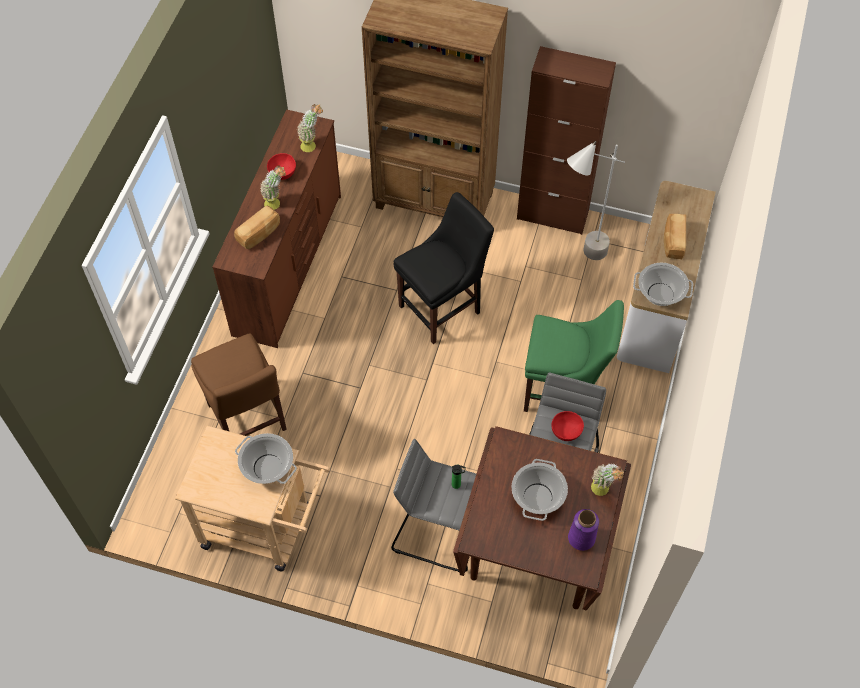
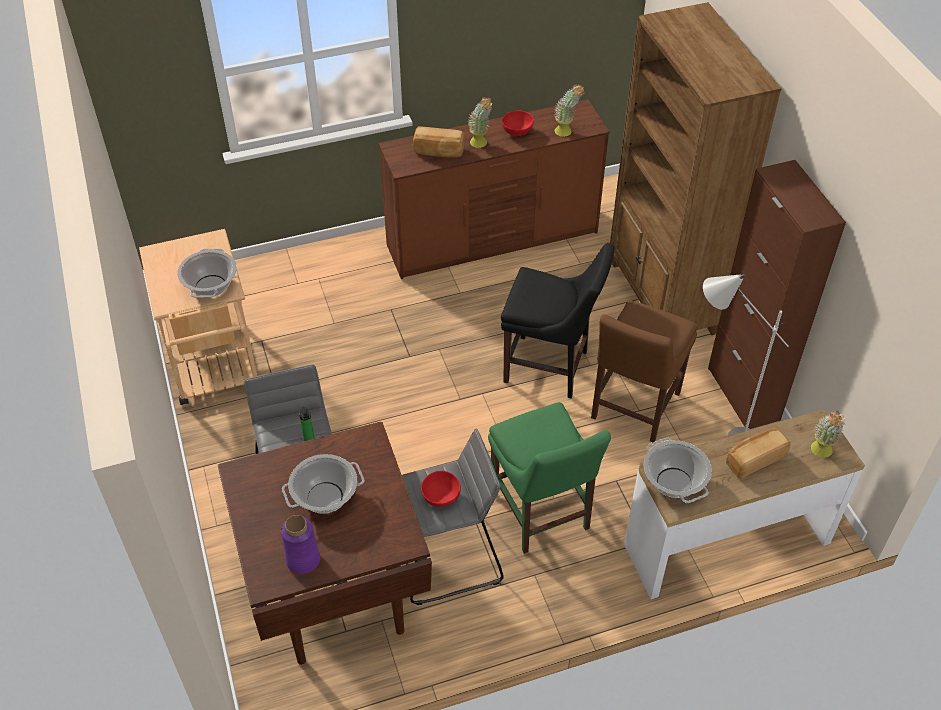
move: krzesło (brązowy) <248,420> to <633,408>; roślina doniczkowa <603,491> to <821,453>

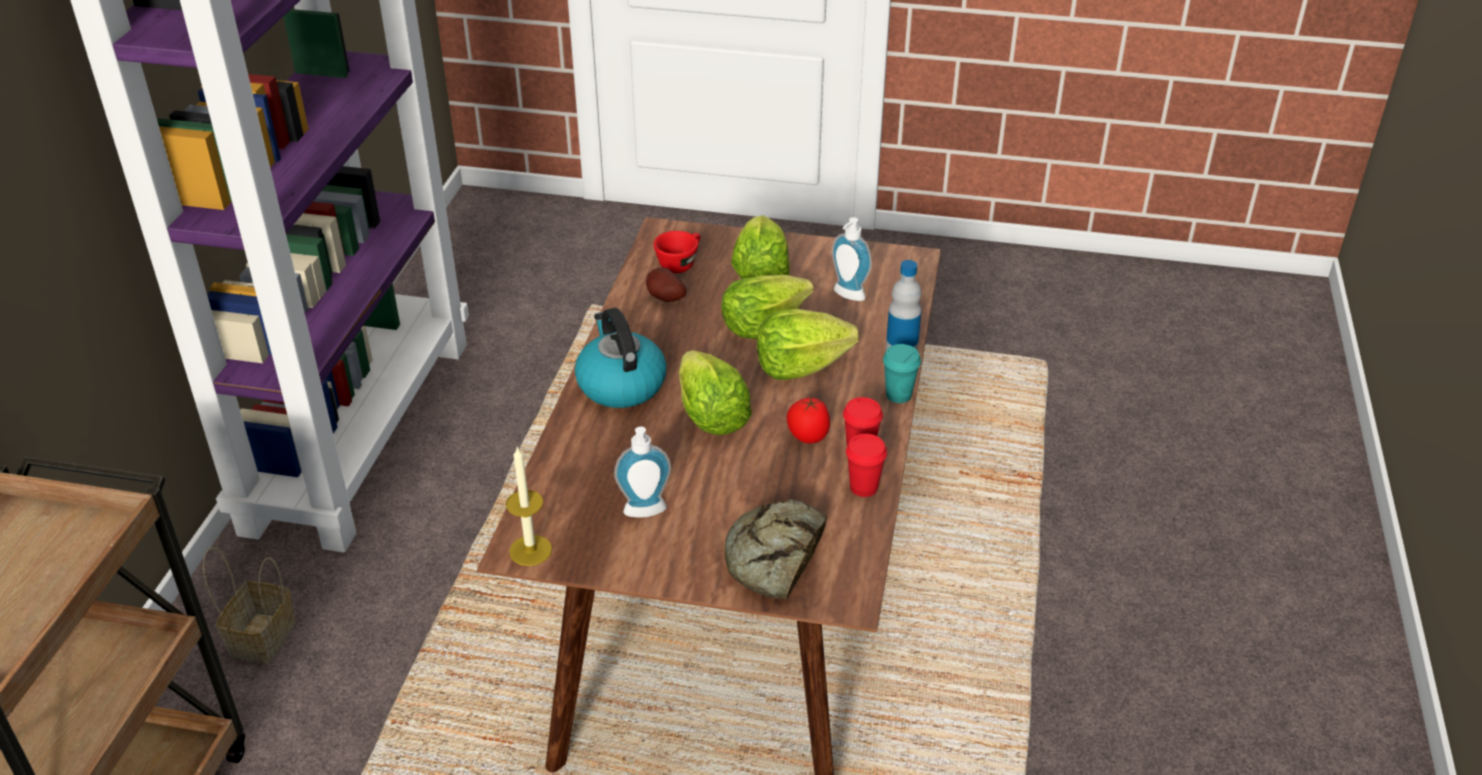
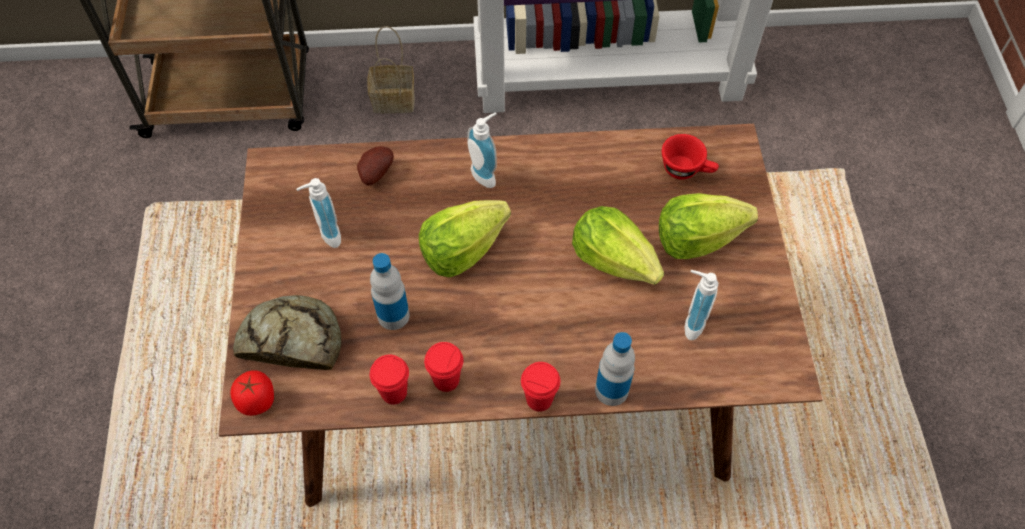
delete: świeca <530,550>; sałata <800,367>
insert: butelka <393,315>
move: ziemniak <664,299> to <375,173>; pomidor <808,437> to <258,401>
replace: czajnik <620,384> to dozownik mydła <486,174>
recolor: filiżanka (turkusowy) <898,395> to filiżanka (czerwony) <539,399>

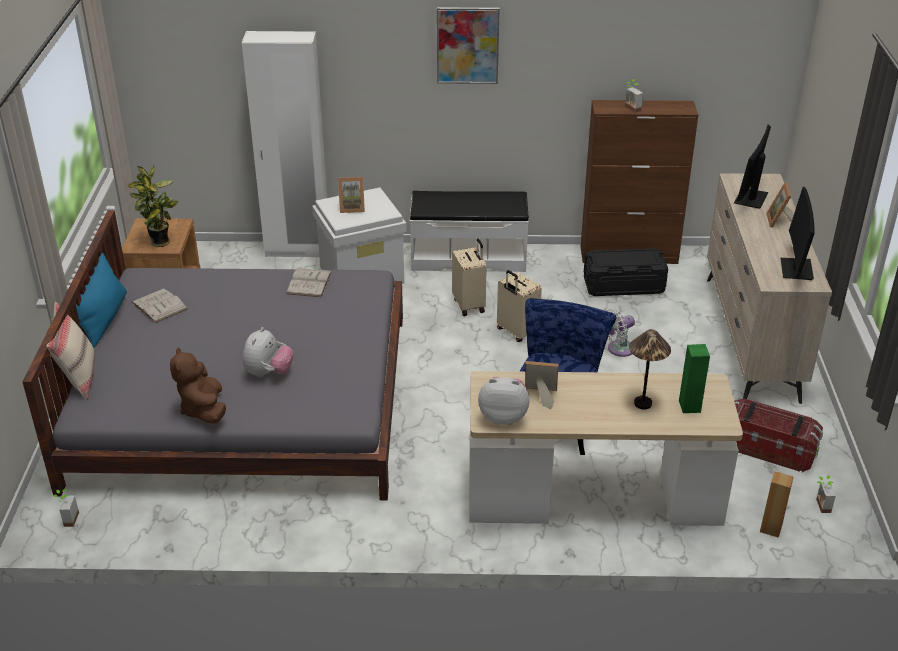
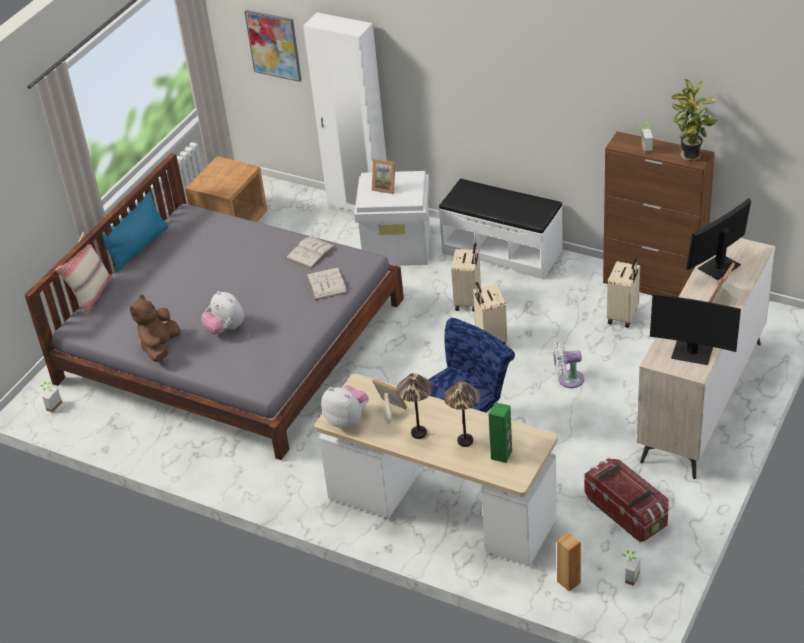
insert: lampa stołowa <419,433>
move: roślina doniczkowa <161,243> to <691,157>; książka (biały) <159,305> to <327,284>; obraz <467,45> to <274,45>
replace: pojemnik do przechowywania (czarny) <624,285> to walizka (beżowy) <623,316>
rotate: pluszak <268,373> = <225,328> 90 degrees clockwise; monitor <796,269> = <692,353> 105 degrees counterclockwise

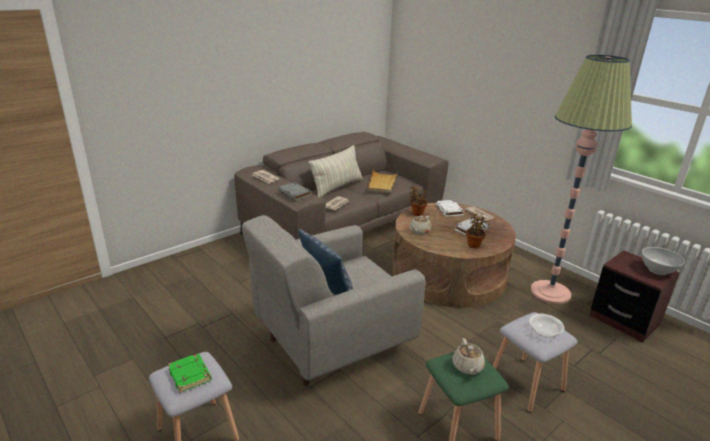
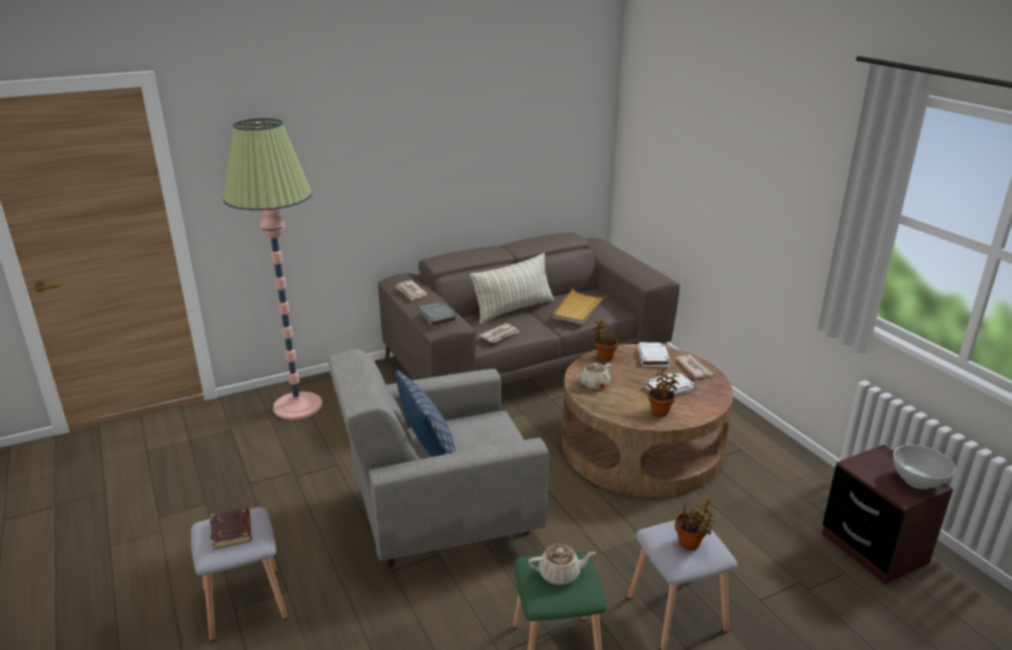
move: lampa stojąca <550,292> to <297,406>
replace: miska <544,332> to roślina doniczkowa <691,544>
recolor: książka (zielony) <190,375> to książka (brązowy) <232,532>
rotate: imbryk (beżowy) <467,367> = <560,574> 105 degrees counterclockwise

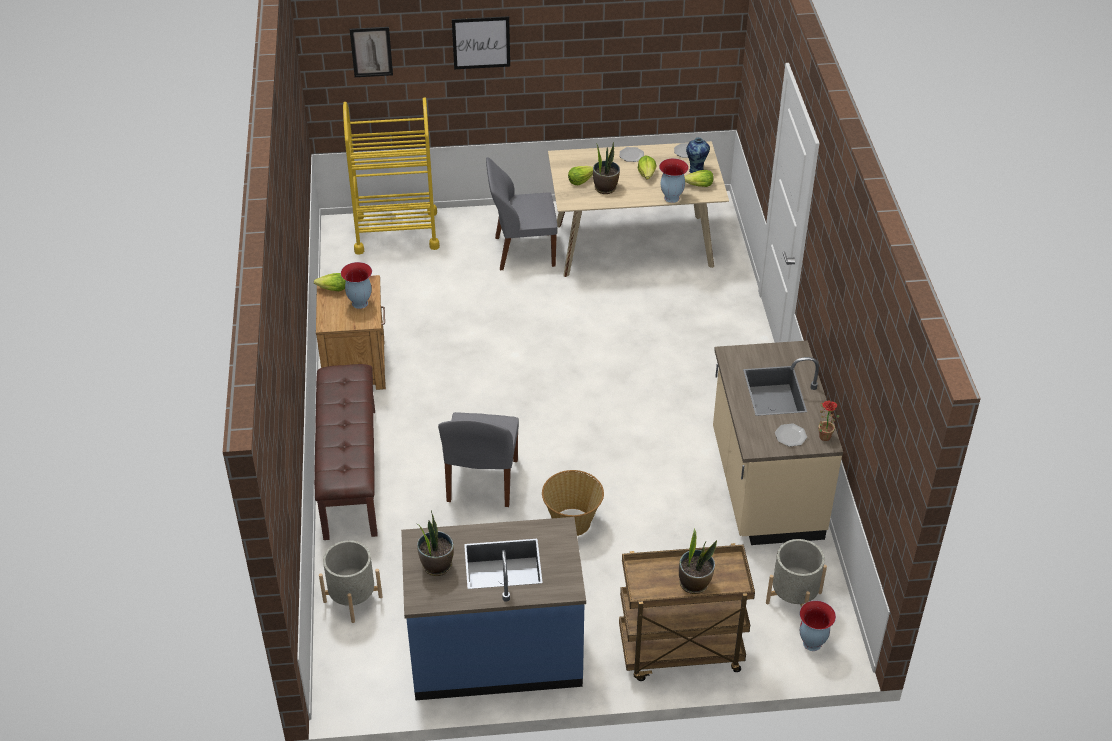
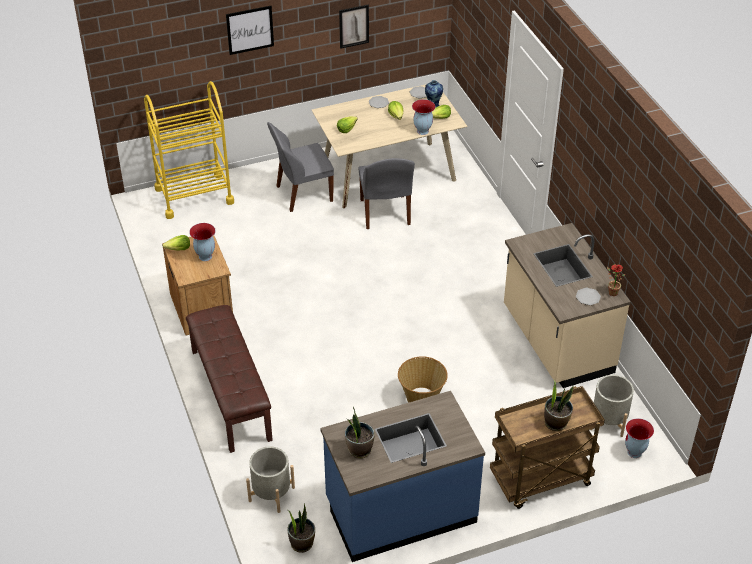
move: obraz <371,51> to <354,26>; krzesło (szary) <481,482> to <385,213>; roślina doniczkowa <605,188> to <302,543>

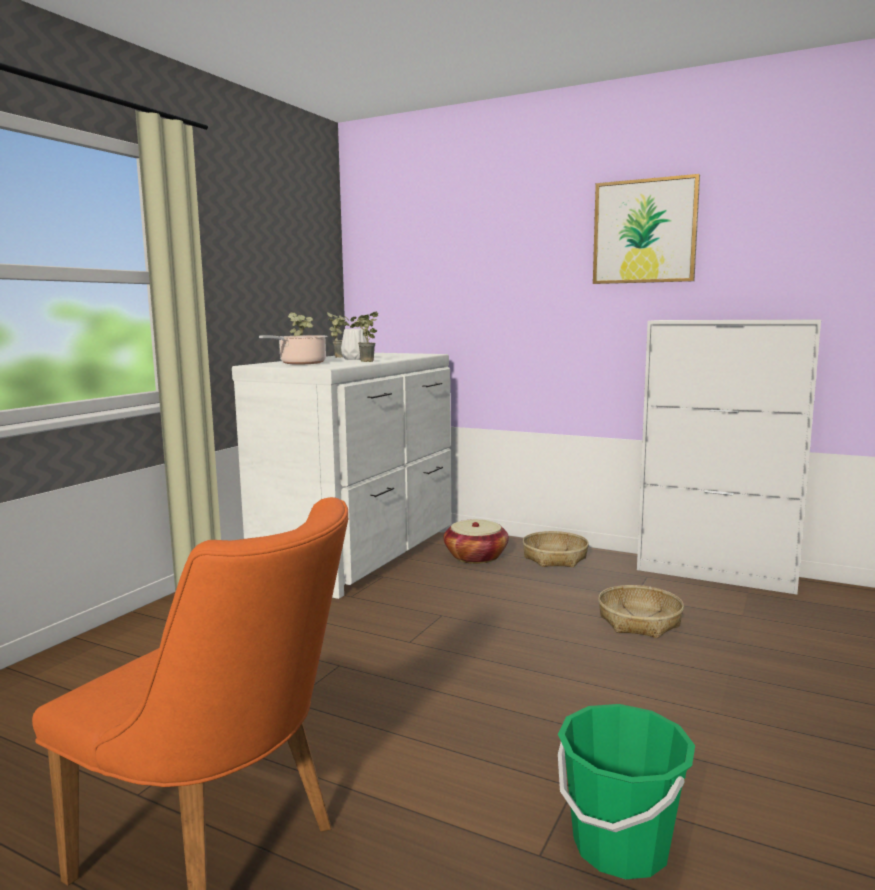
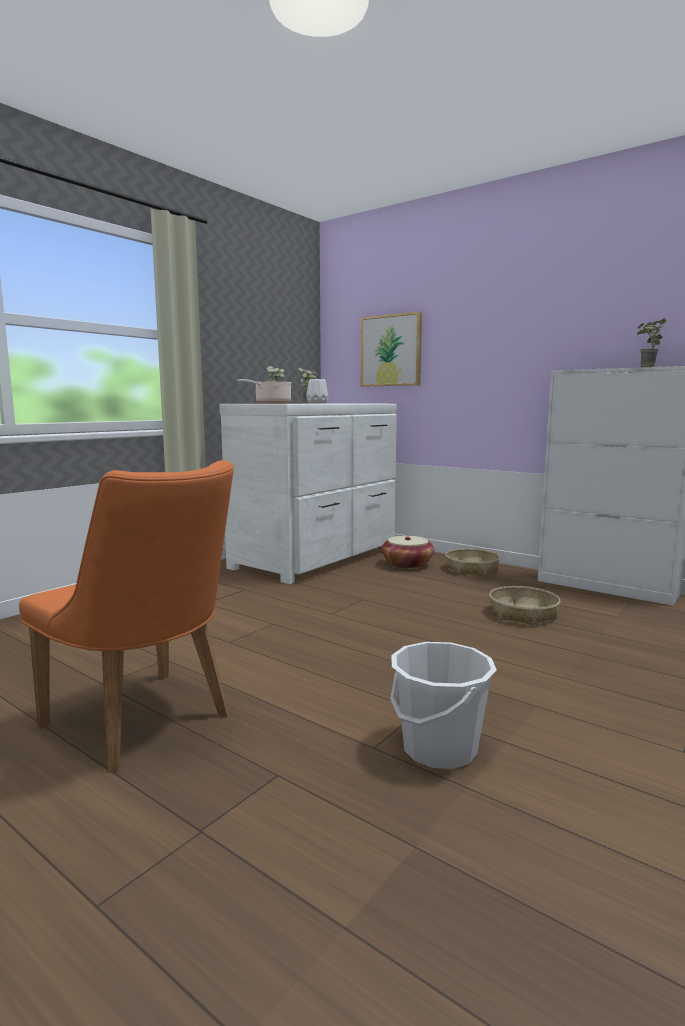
move: roślina doniczkowa <364,361> to <646,367>; obraz <644,231> to <391,350>
recolor: wiadro (zielony) <620,846> to wiadro (biały) <439,749>

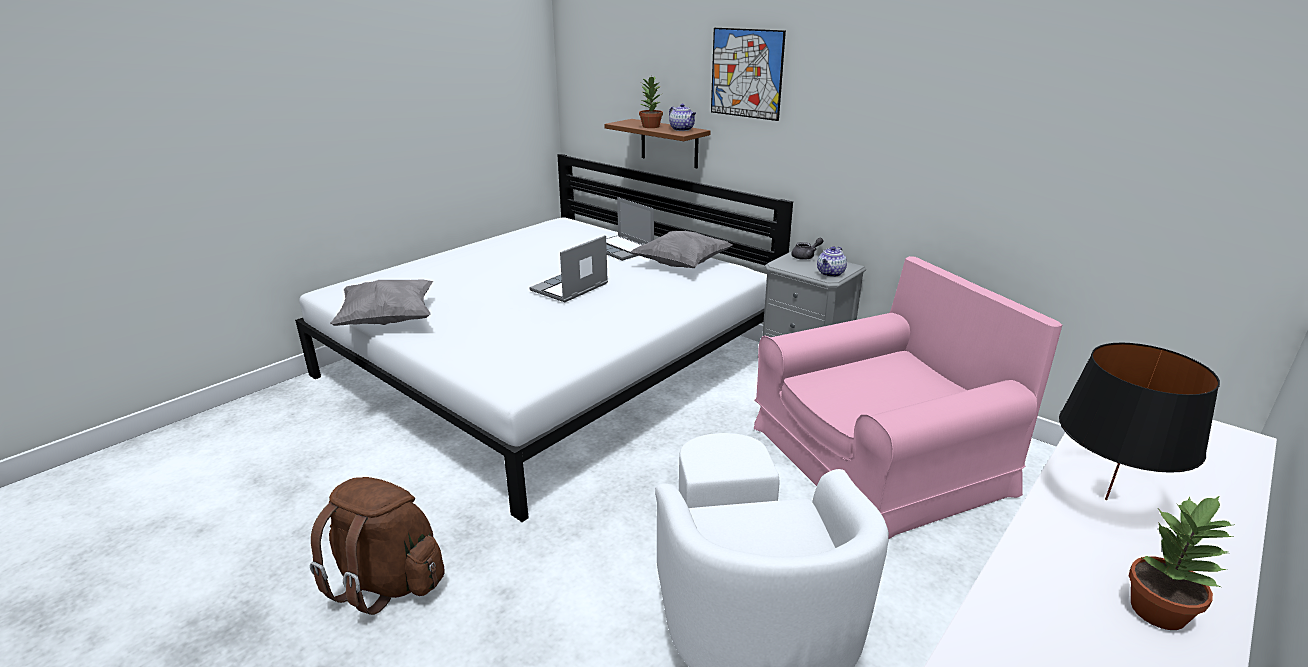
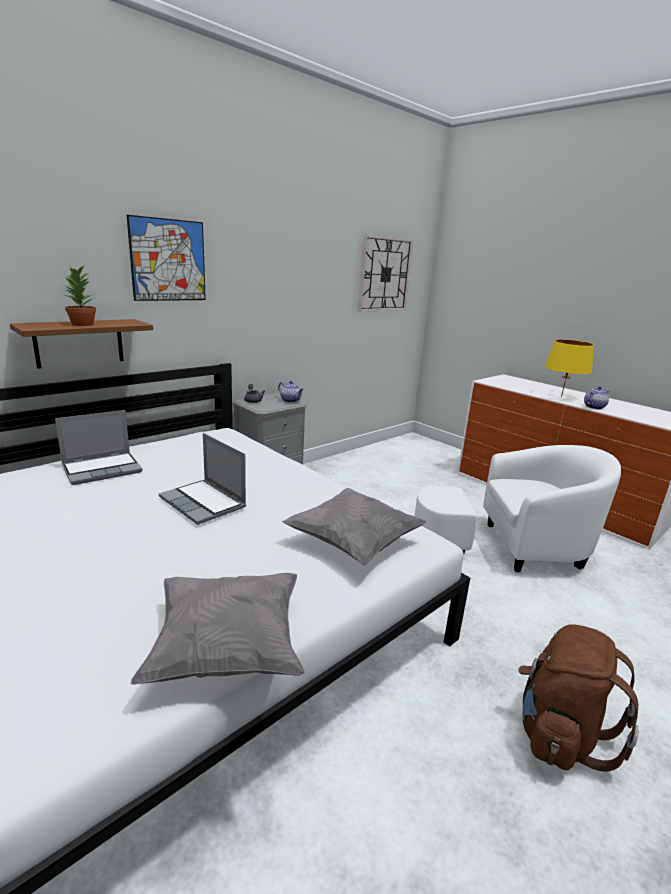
delete: fotel (różowy) <878,459>; roślina doniczkowa <1159,612>
insert: zegar ścienny <384,274>
move: poduszka (szary) <681,265> to <353,543>; imbryk <682,129> to <594,407>
recolor: lampa stołowa (czarny) <1105,499> to lampa stołowa (żółty) <561,396>

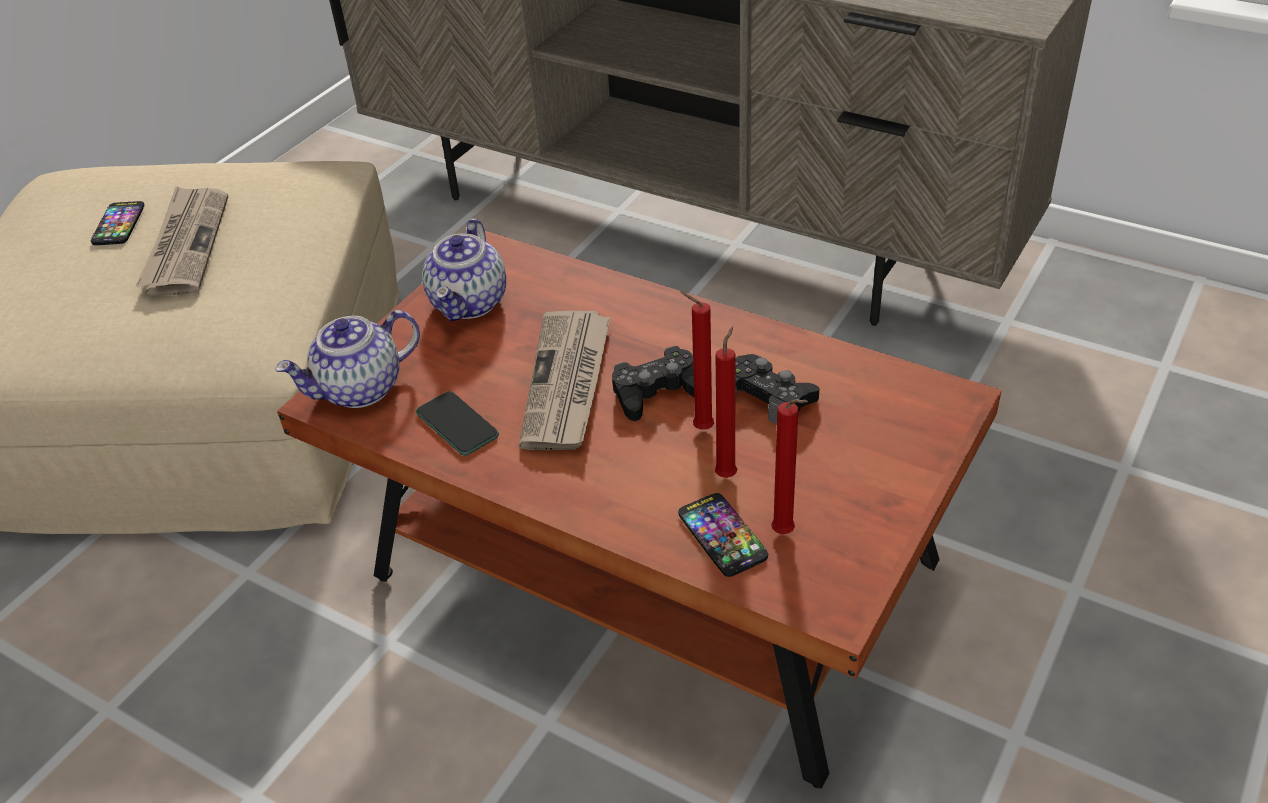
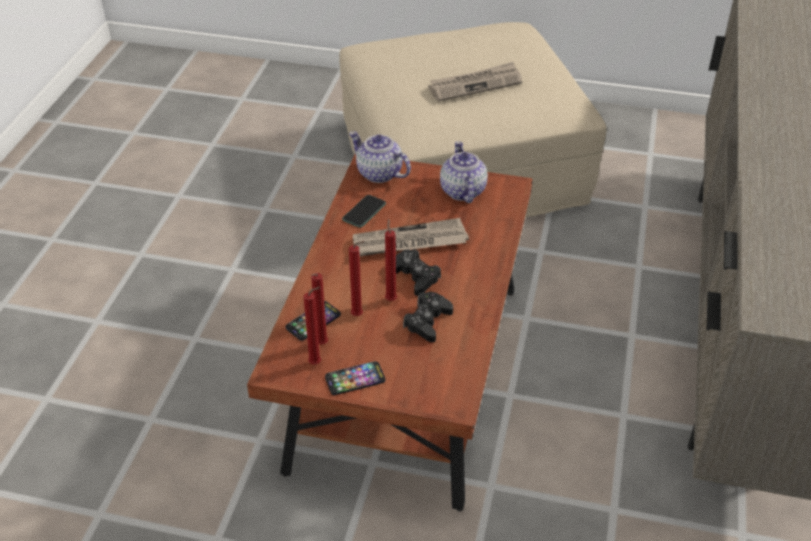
insert: świeca (czerwony) <317,363>
move: telefon <118,224> to <355,379>
rotate: imbryk <470,303> = <462,191> 90 degrees clockwise

